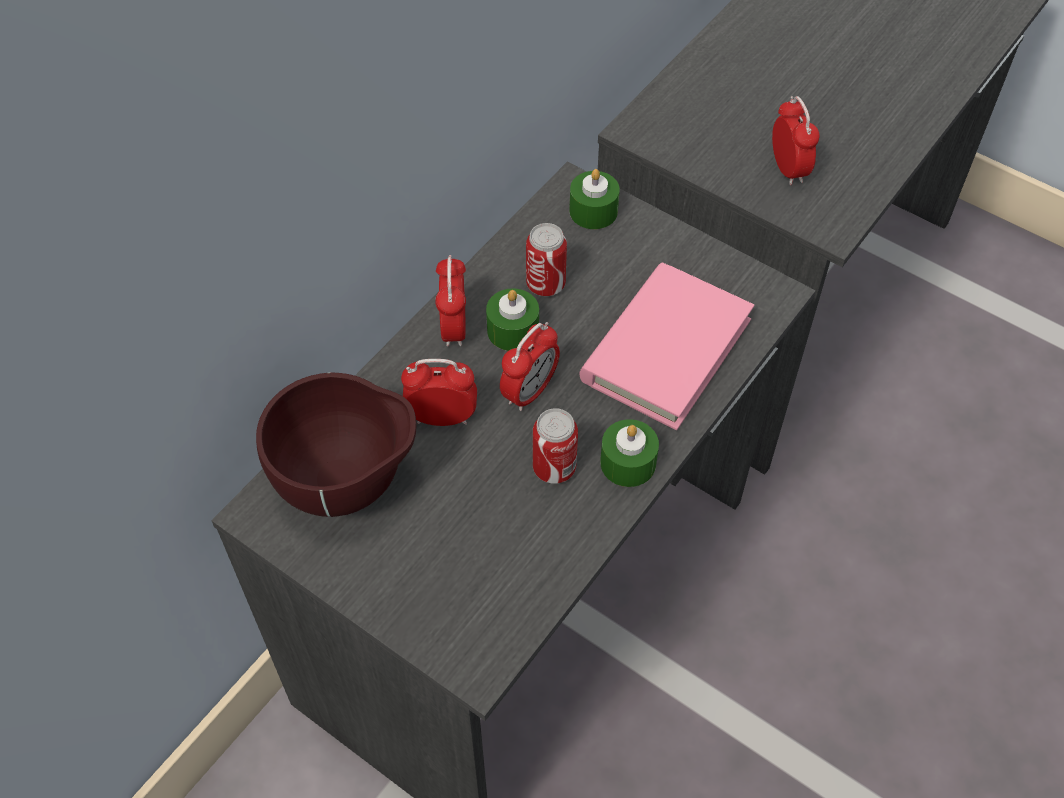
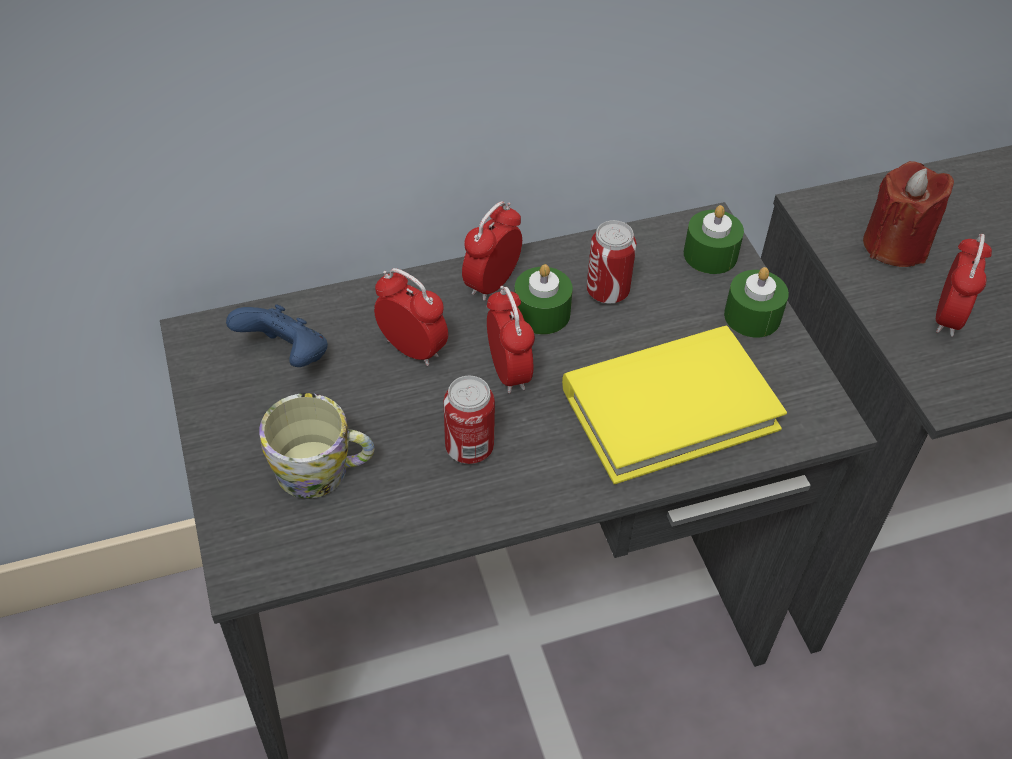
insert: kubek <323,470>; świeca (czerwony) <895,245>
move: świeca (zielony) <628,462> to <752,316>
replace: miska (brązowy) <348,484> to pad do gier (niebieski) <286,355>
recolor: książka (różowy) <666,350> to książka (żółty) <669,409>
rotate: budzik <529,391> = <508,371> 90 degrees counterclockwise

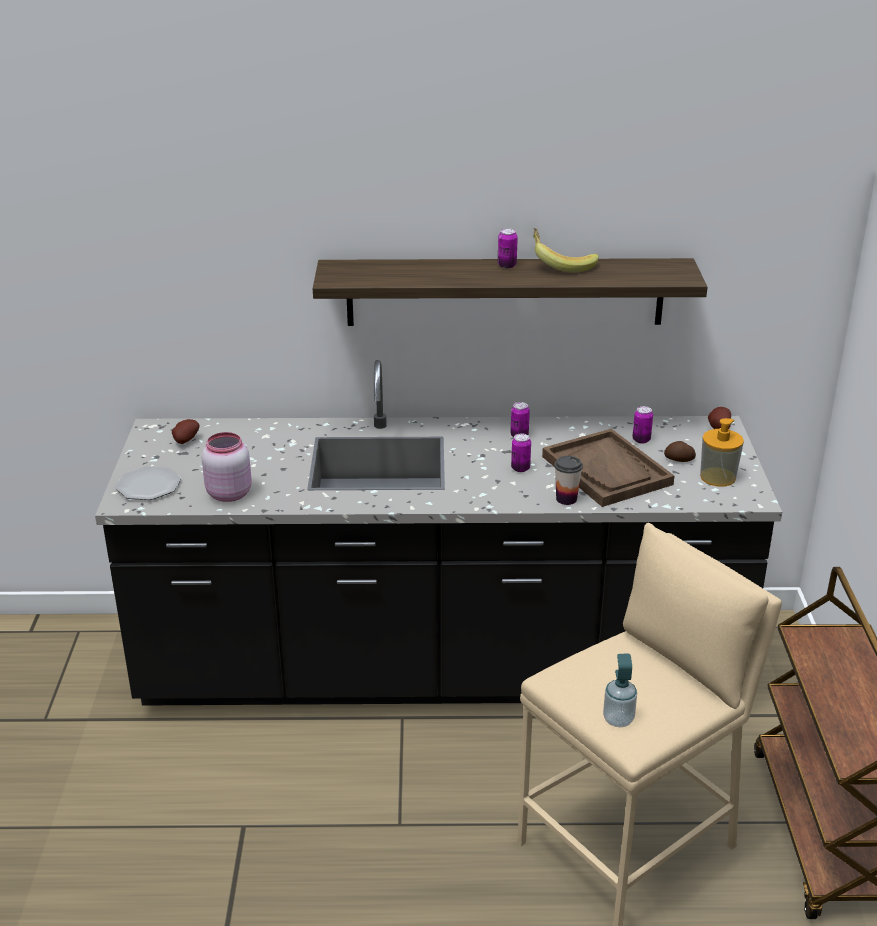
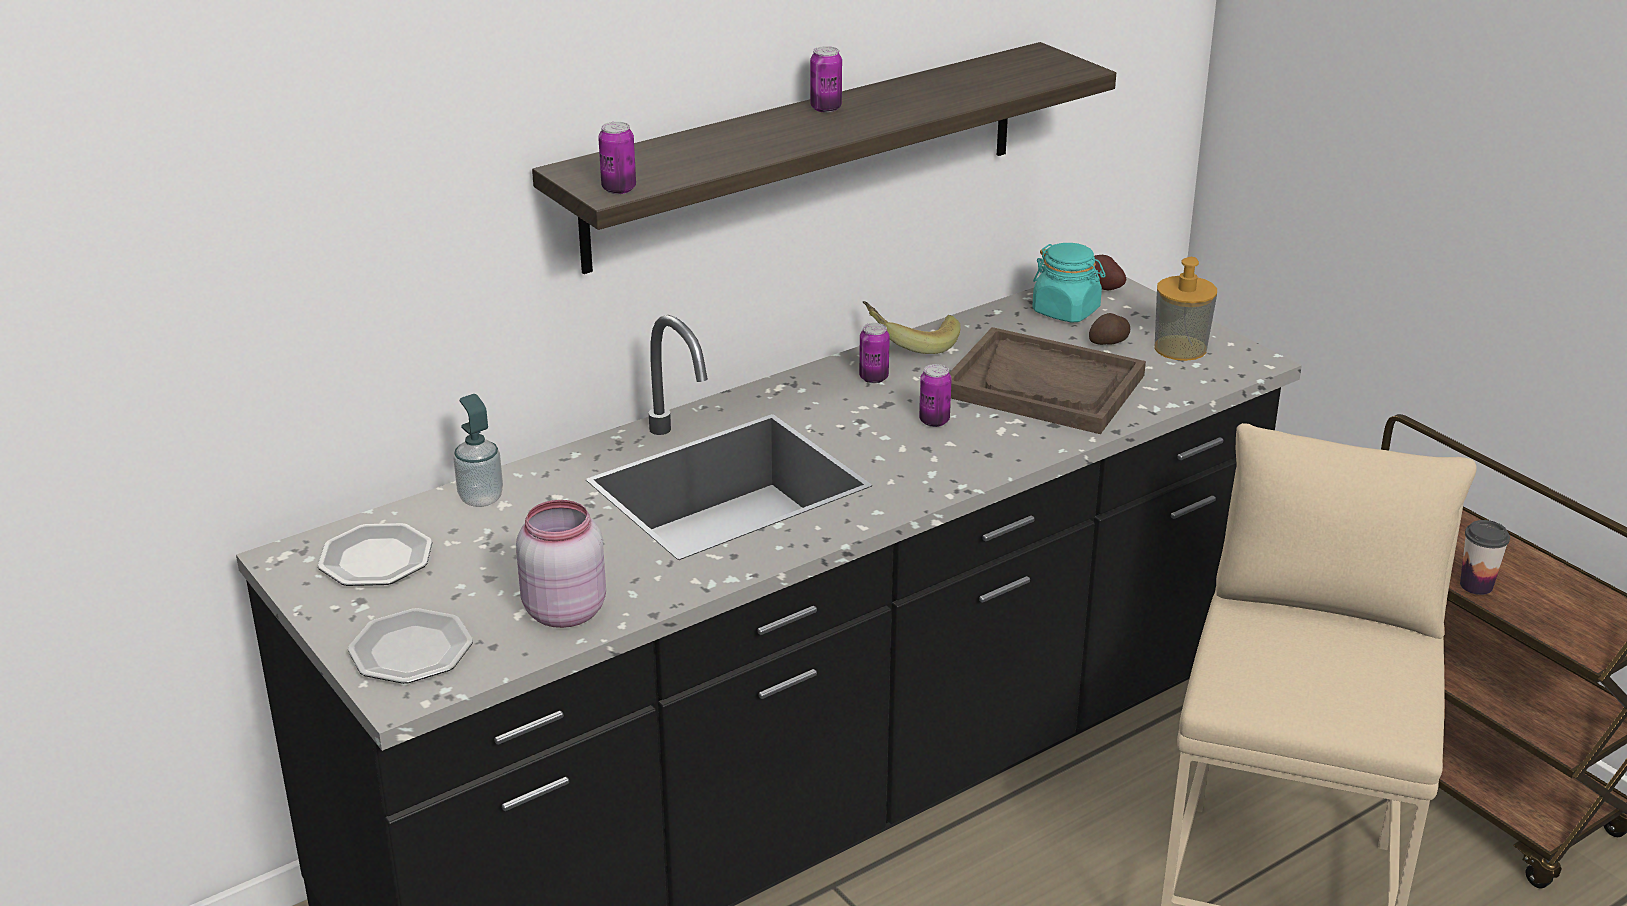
insert: słoik (turkusowy) <1066,311>
move: banan <561,264> to <910,343>; filiżanka <566,499> to <1476,585>; dozownik mydła <618,719> to <481,498>; puszka <641,440> to <619,189>
replace: ziemniak <185,441> to talerz <377,559>

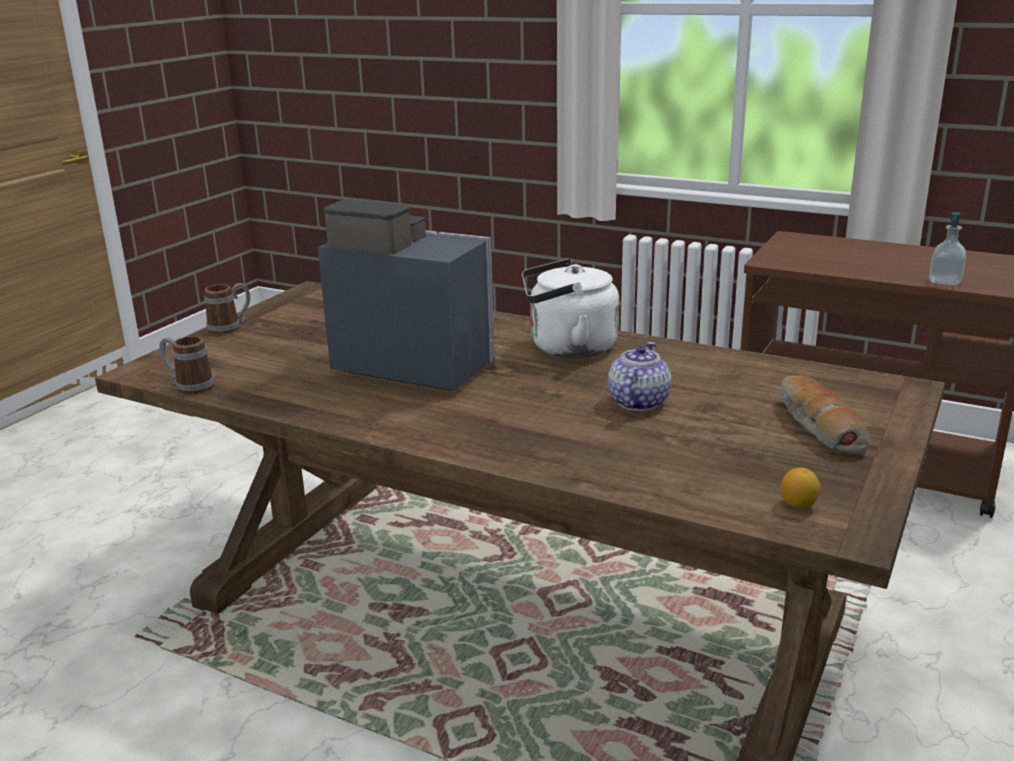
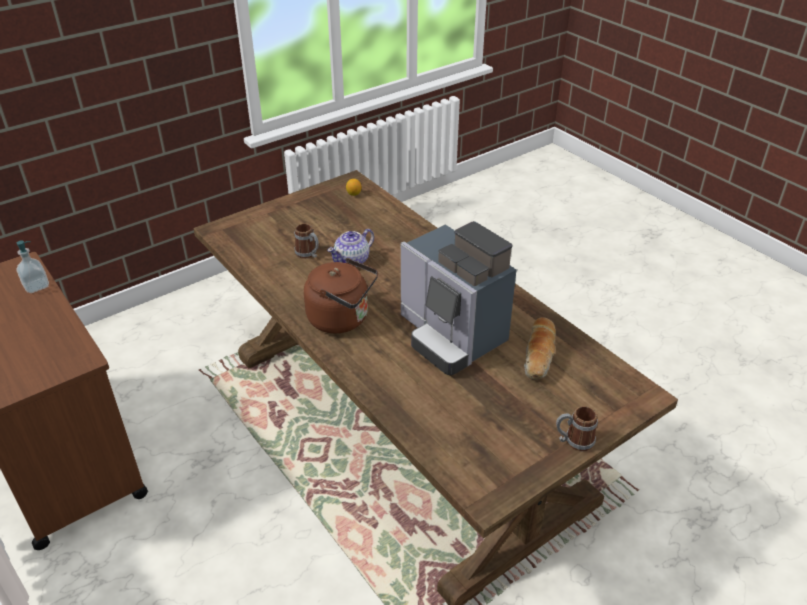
move: kubek <189,386> to <308,254>; chleb <817,426> to <540,356>
recolor: czajnik (biały) <567,348> to czajnik (brązowy) <342,319>

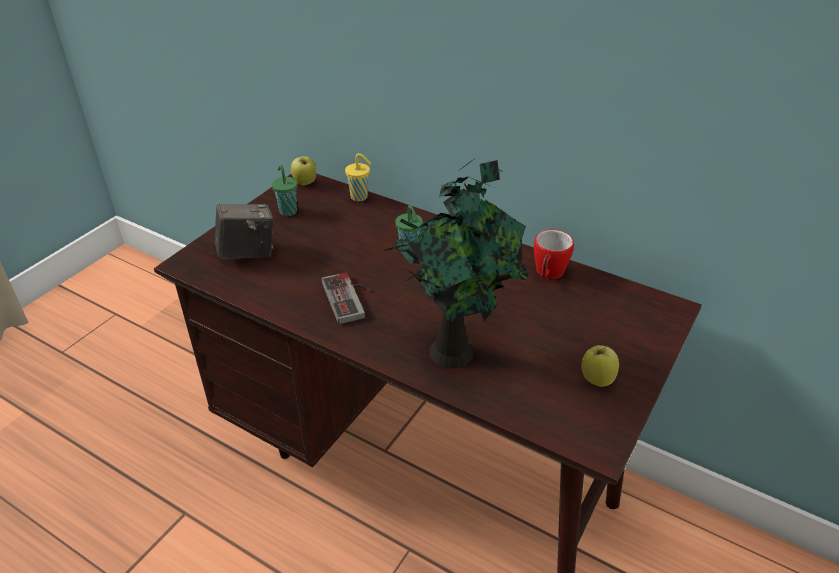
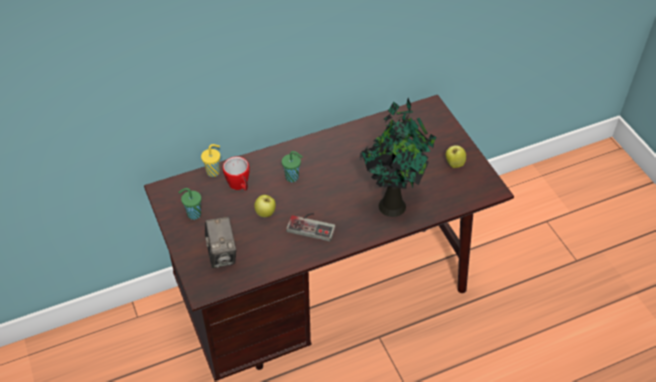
move: jabłko <305,183> to <266,214>; kubek <548,274> to <240,186>
rotate: aparat fotograficzny <247,253> = <222,254> 150 degrees clockwise

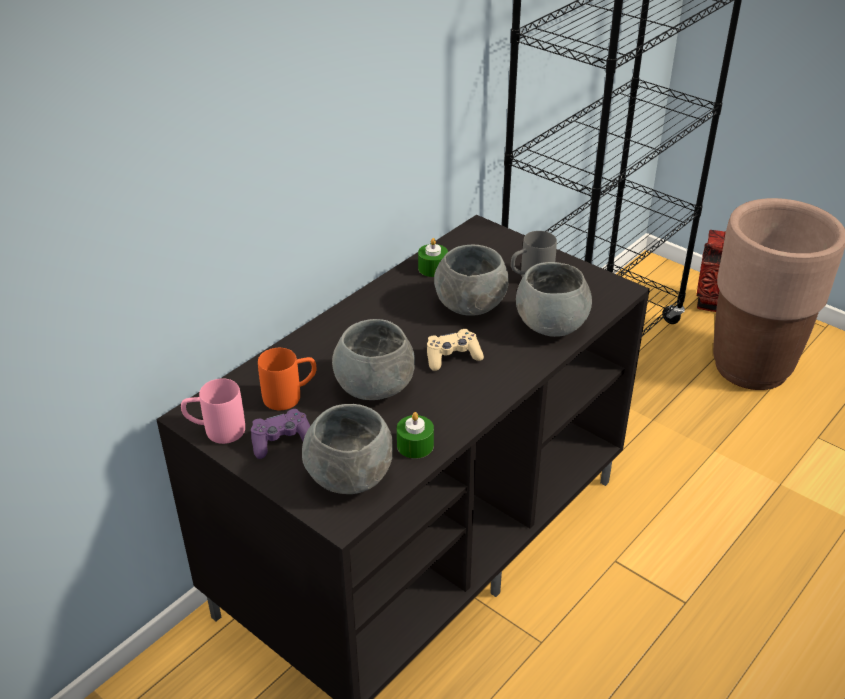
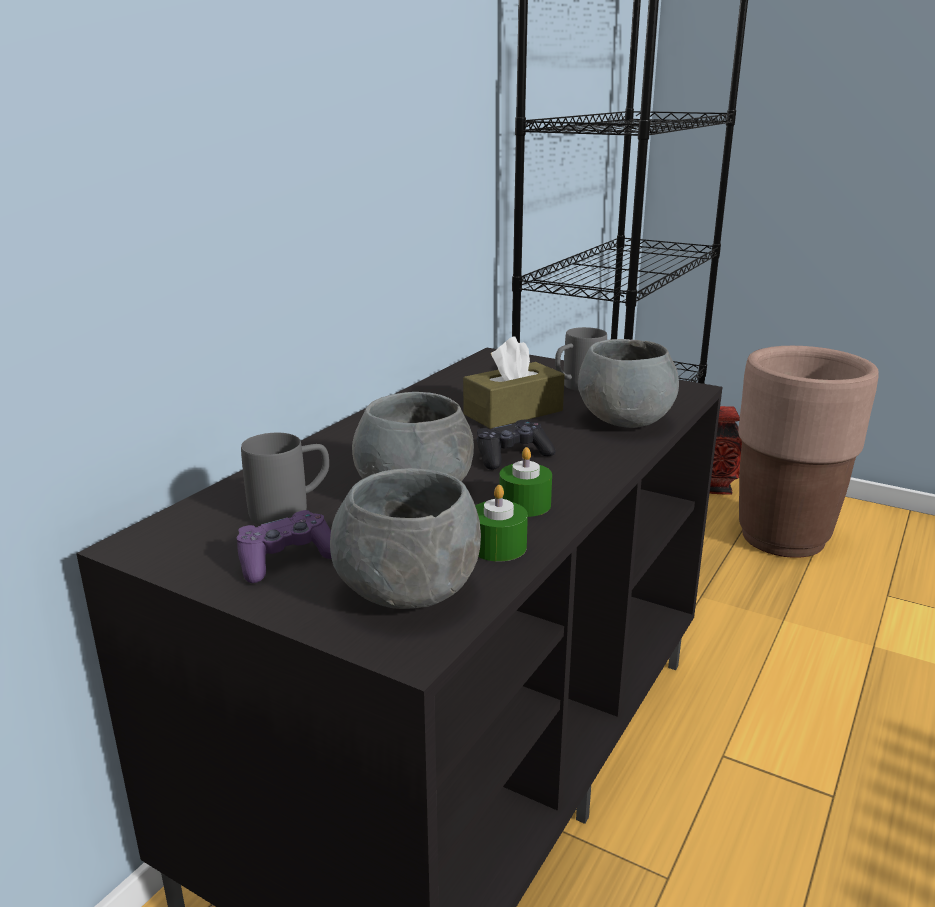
delete: kubek (różowy) <216,431>
move: świeca (zielony) <433,268> to <524,504>
replace: miska (szary) <470,306> to pudełko chusteczek (brązowy) <513,412>
recolor: kubek (pomarańczowy) <290,396> to kubek (szary) <291,510>; pad do gier (beżowy) <452,357> to pad do gier (czarny) <512,456>

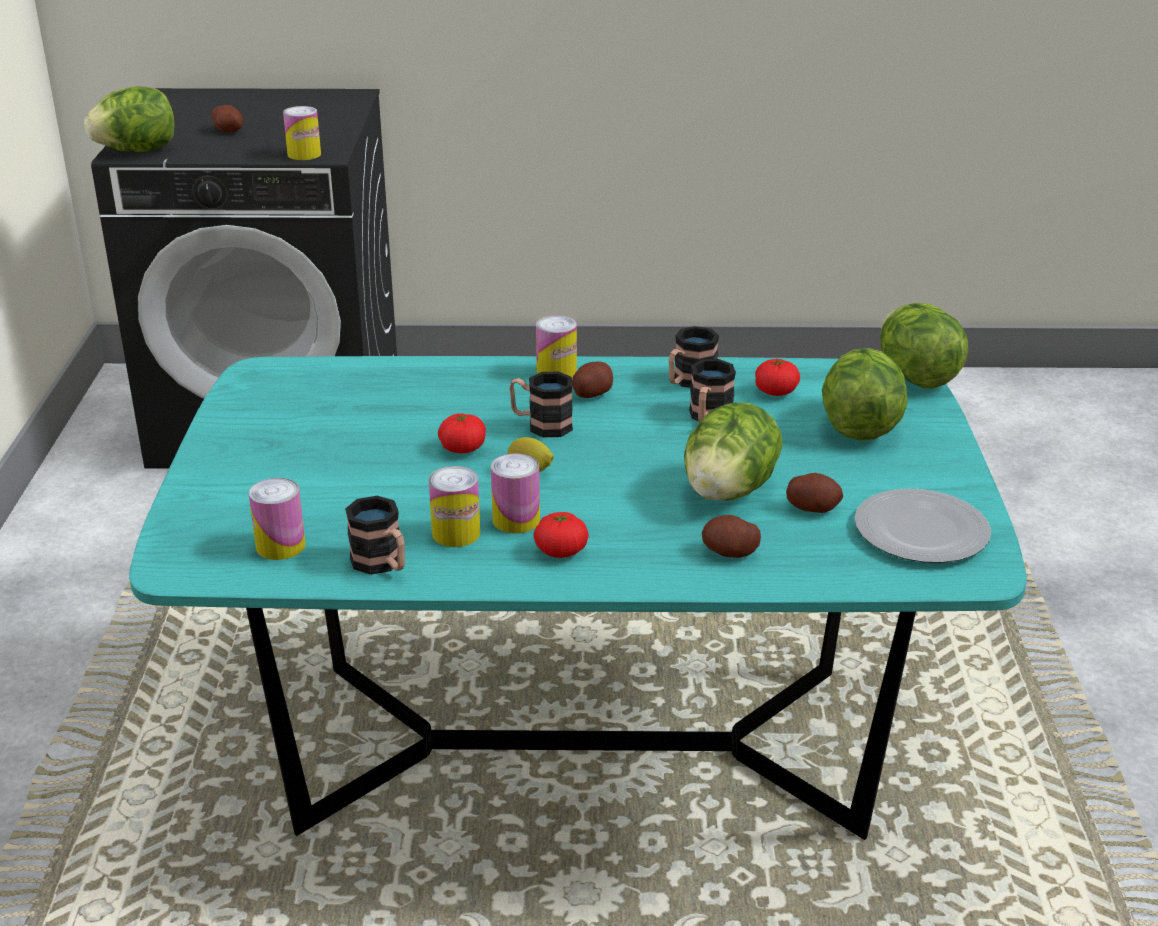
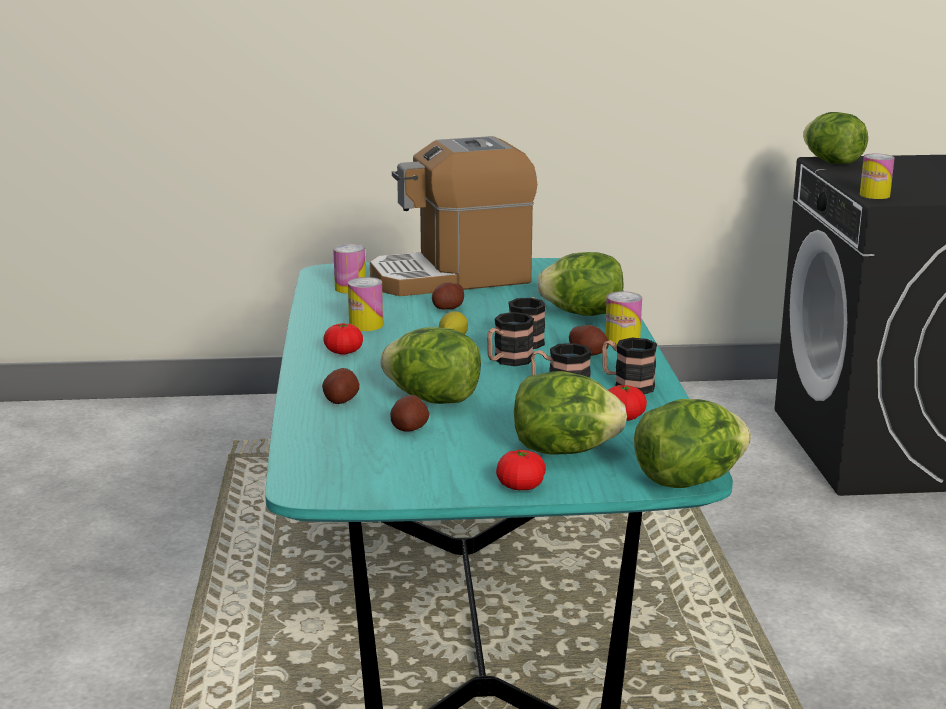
delete: puszka <516,520>; talerz <921,530>
insert: ekspres do kawy <452,277>; sałata <582,313>
move: ziemniak <229,131> to <448,308>; kubek <382,564> to <507,361>; pomidor <462,448> to <520,486>

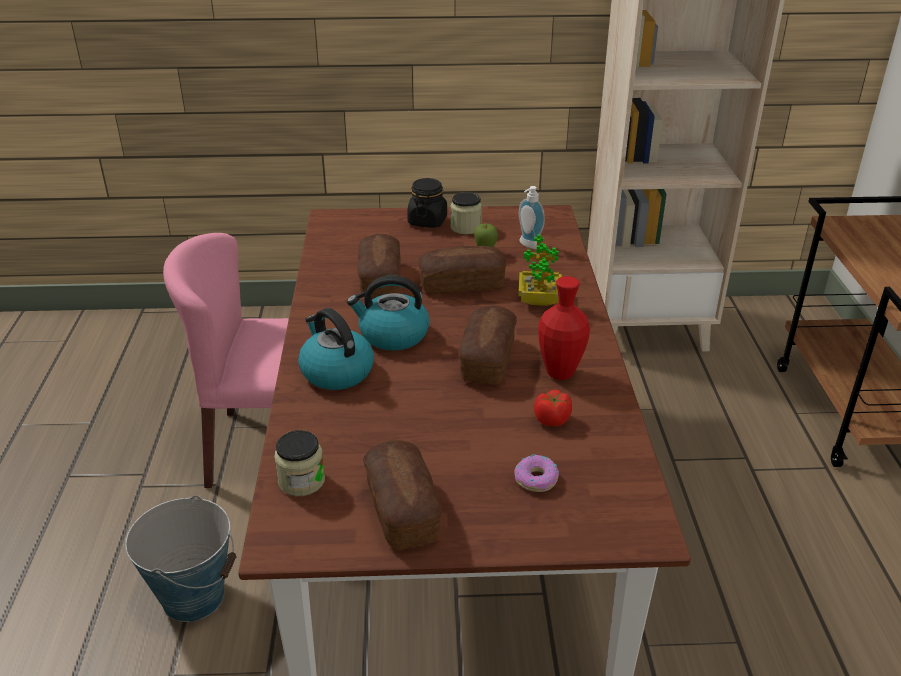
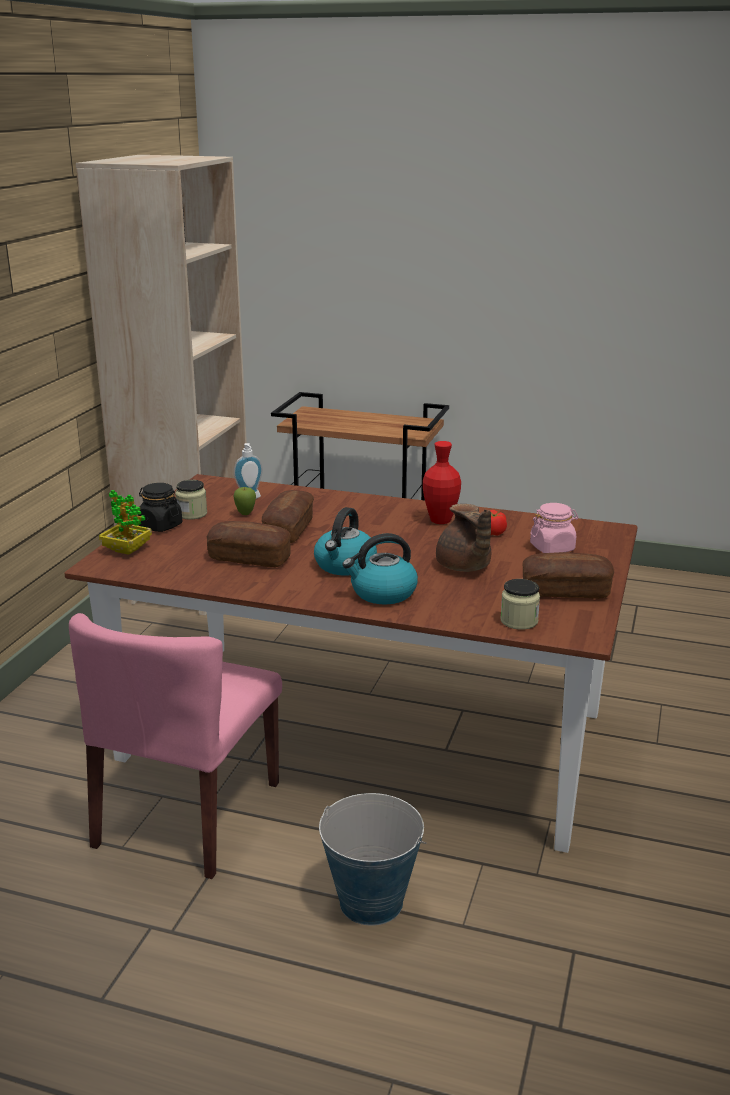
delete: chleb <487,359>
insert: imbryk (brązowy) <464,567>
move: roślina doniczkowa <539,300> to <127,550>
replace: donut <536,479> to słoik (różowy) <552,548>

